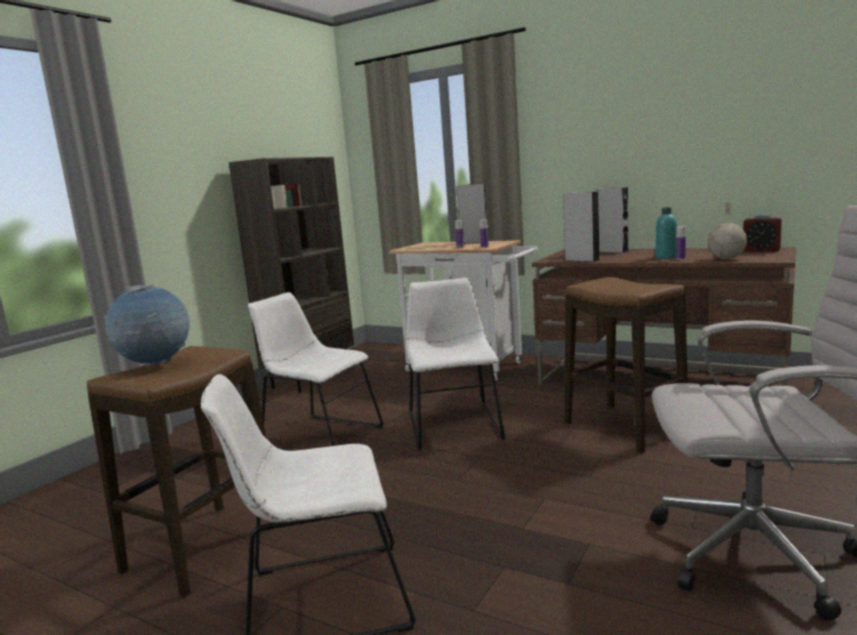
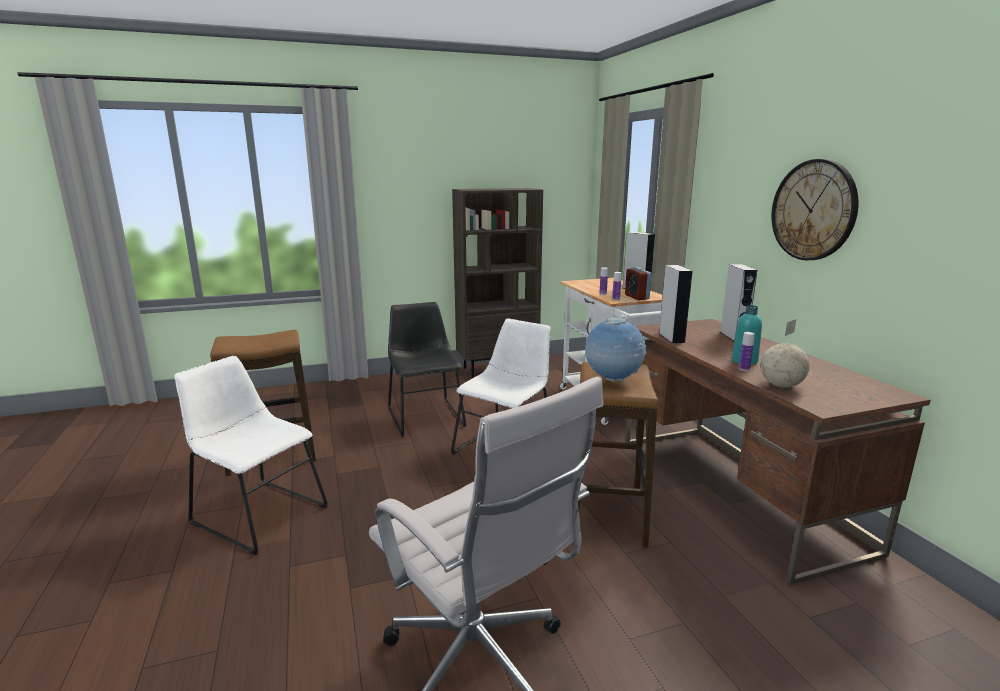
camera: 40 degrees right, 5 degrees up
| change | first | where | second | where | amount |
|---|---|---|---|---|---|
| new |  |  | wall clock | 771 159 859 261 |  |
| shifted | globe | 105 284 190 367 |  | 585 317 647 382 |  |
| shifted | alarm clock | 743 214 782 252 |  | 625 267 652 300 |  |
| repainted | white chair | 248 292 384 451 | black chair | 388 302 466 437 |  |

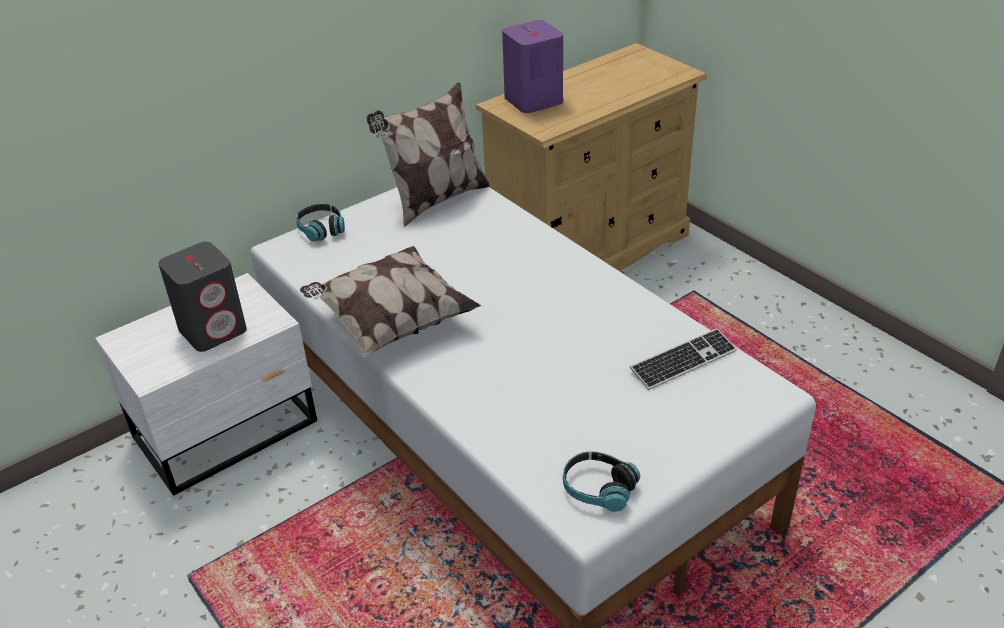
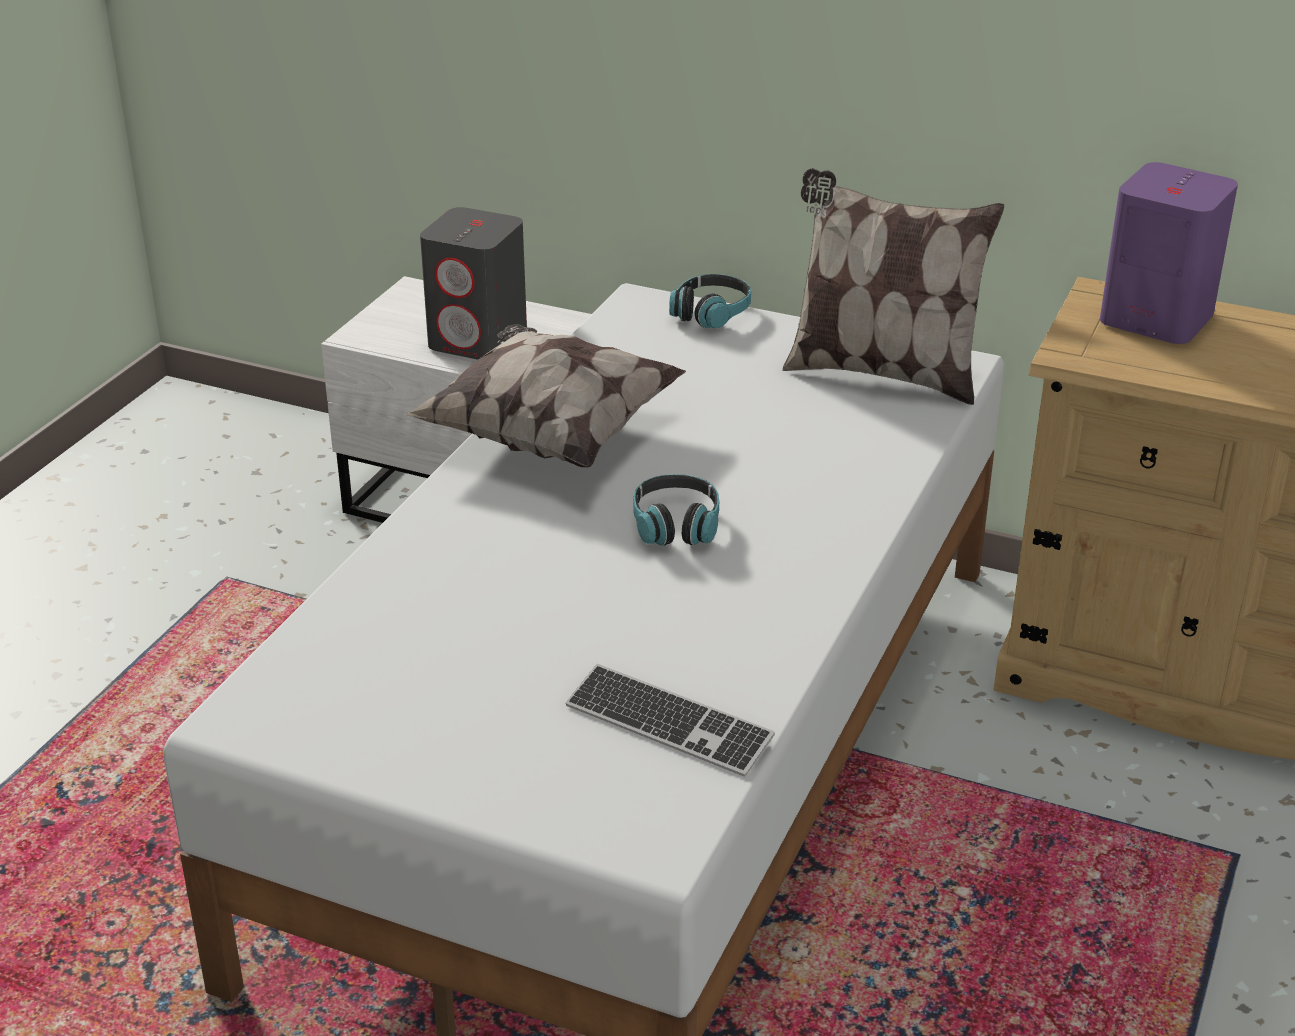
camera: 60 degrees right, 5 degrees down
| change | first | where | second | where | amount |
|---|---|---|---|---|---|
| shifted | headphones | 563 451 640 512 |  | 633 474 719 546 |  |

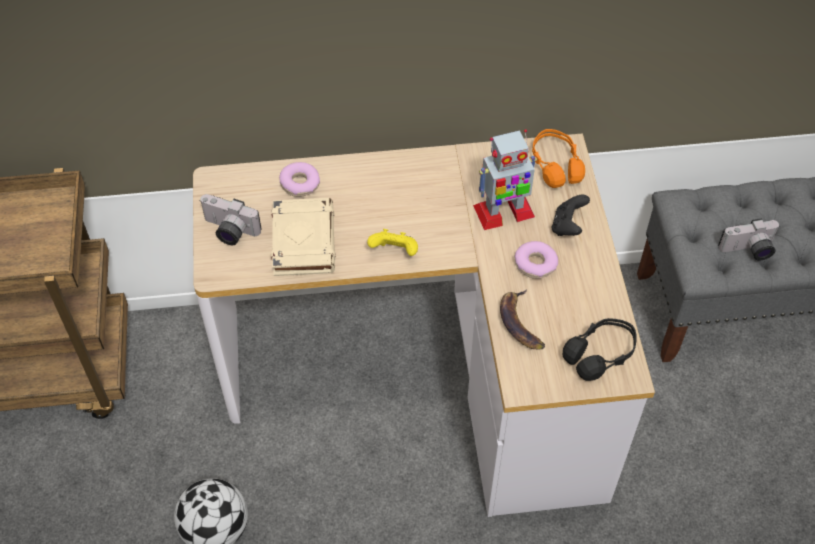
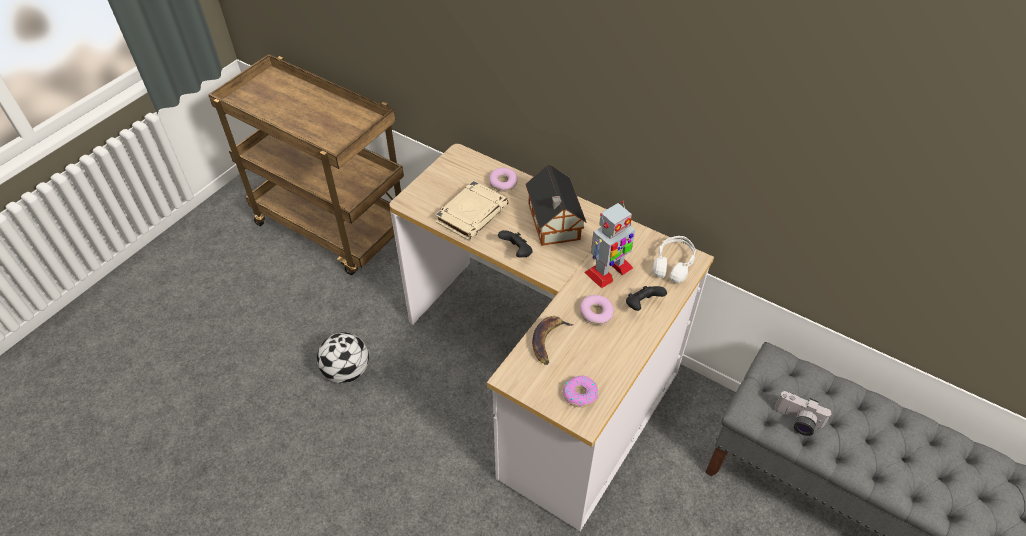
camera: 40 degrees right, 5 degrees down
| change | first | where | second | where | amount |
|---|---|---|---|---|---|
| gone | photo camera | 199 194 262 245 |  |  |  |
| new |  |  | toy house | 525 165 587 246 |  |
| swapped | black headphones | 563 318 637 381 | donut | 563 376 598 407 |  |
| repainted | yellow game controller | 367 229 418 256 | black game controller | 498 230 533 258 |  |
| repainted | orange headphones | 532 129 585 188 | white headphones | 653 236 696 283 |  |
| rotated | toy robot | 473 129 537 230 |  | 584 201 635 289 | 60 degrees counterclockwise |

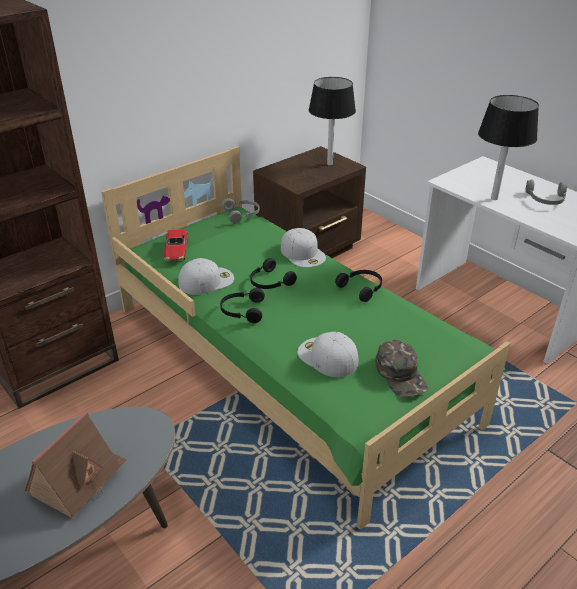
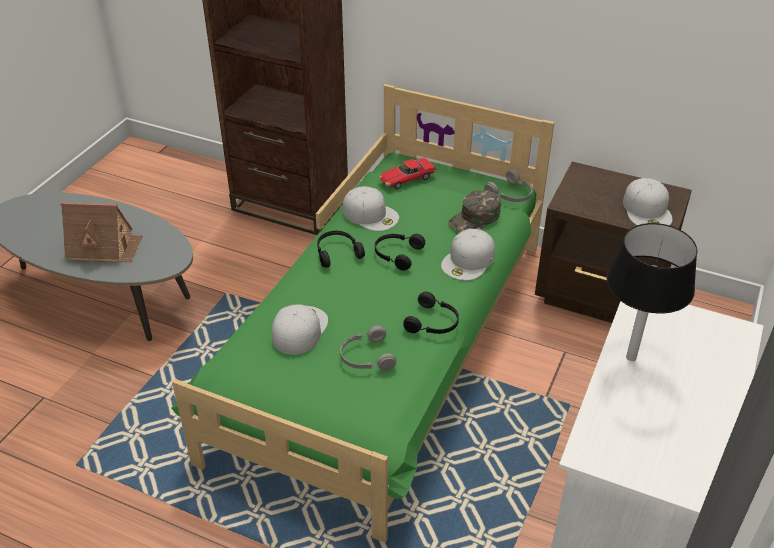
camera: 65 degrees right, 5 degrees up
| change | first | where | second | where | amount |
|---|---|---|---|---|---|
| shifted | green cap | 375 340 428 397 |  | 448 190 501 232 |  |
| shifted | grey headphones | 526 179 567 205 |  | 340 325 396 371 |  |
| swapped | black table lamp | 309 77 356 166 | white cap | 623 178 672 226 |  |

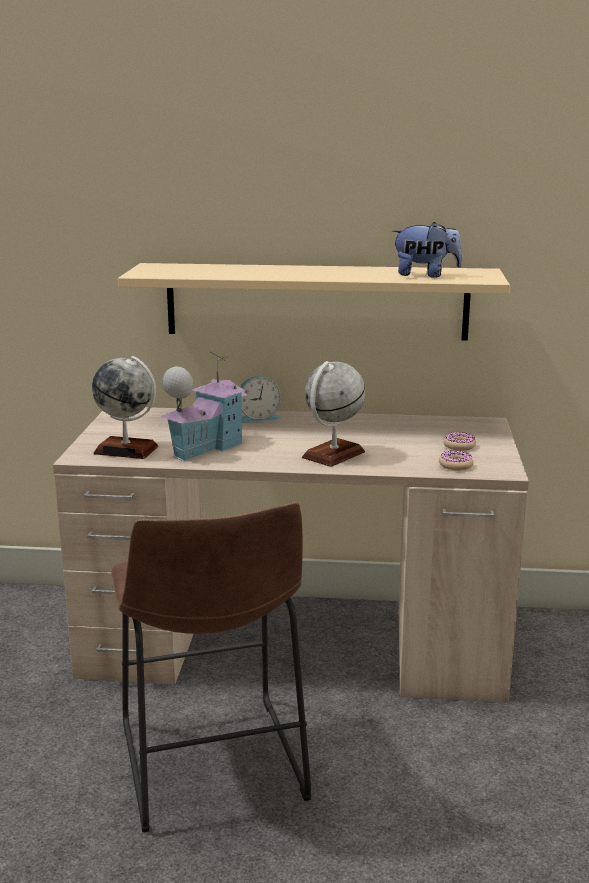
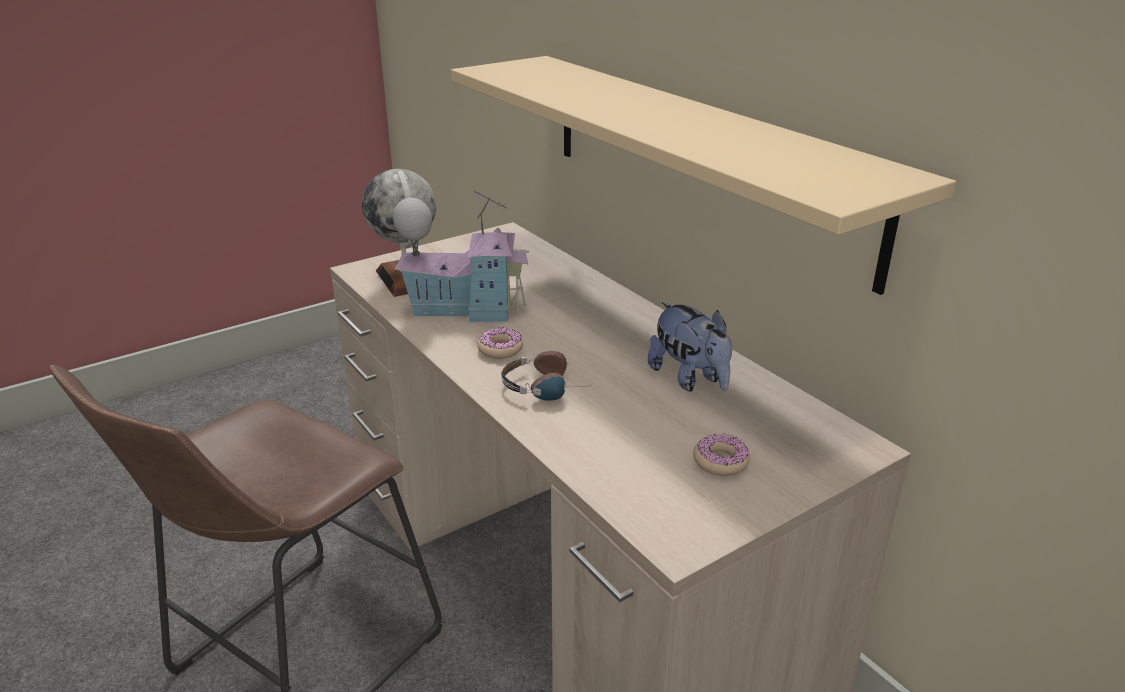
camera: 50 degrees right, 10 degrees up
| change | first | where | second | where | amount |
|---|---|---|---|---|---|
| gone | alarm clock | 240 376 281 423 |  |  |  |
| shifted | plush toy | 392 222 462 278 |  | 648 302 732 392 |  |
| shifted | donut | 439 450 473 470 |  | 477 328 523 359 |  |
| swapped | globe | 302 361 365 467 | headphones | 501 351 584 401 |  |

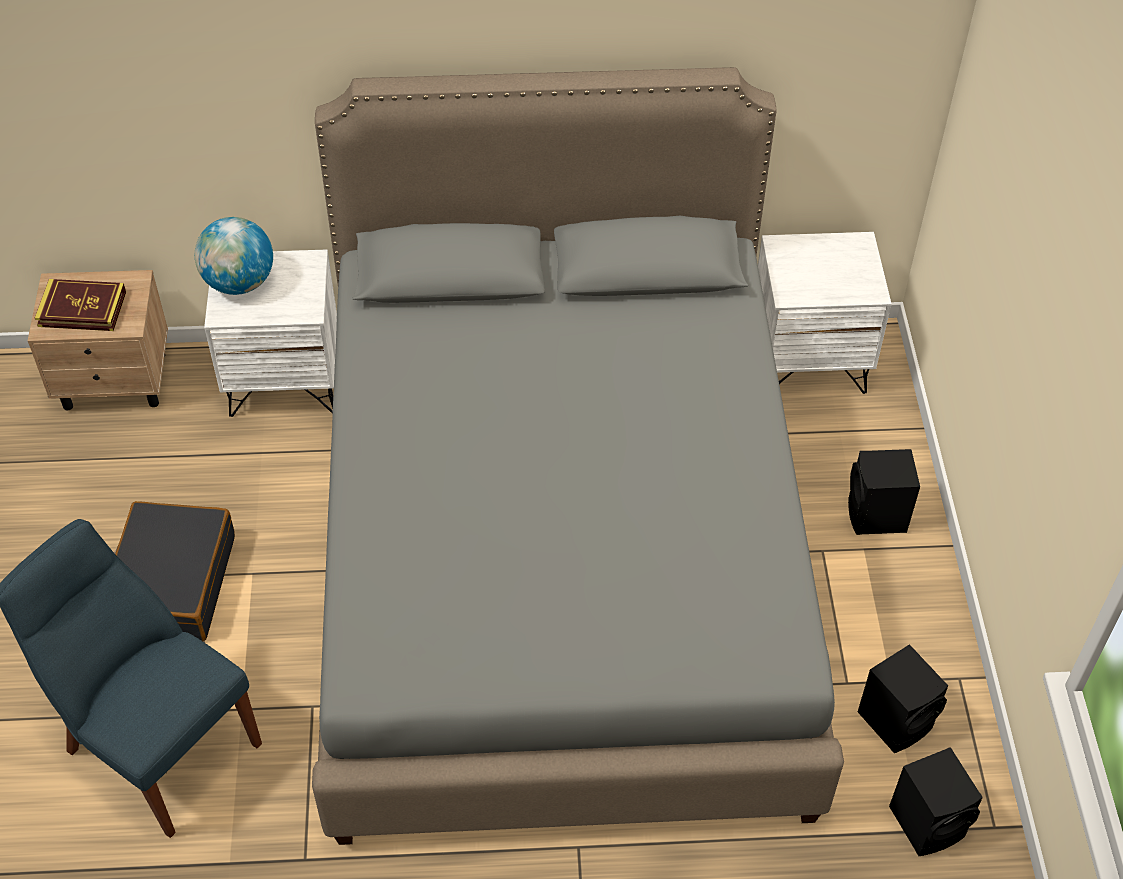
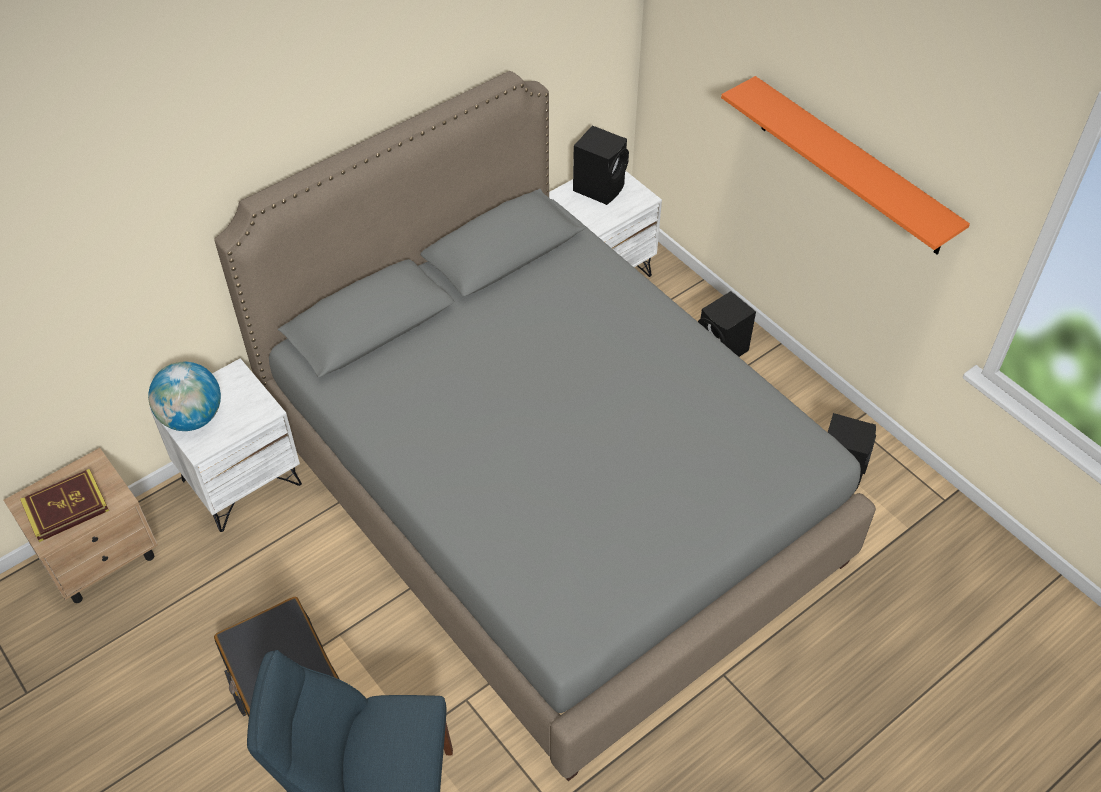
camera: 35 degrees left, 0 degrees up
| change | first | where | second | where | amount |
|---|---|---|---|---|---|
| new |  |  | orange shelf | 721 76 970 254 |  |
| shifted | black speaker | 889 747 983 856 |  | 573 125 629 205 |  |

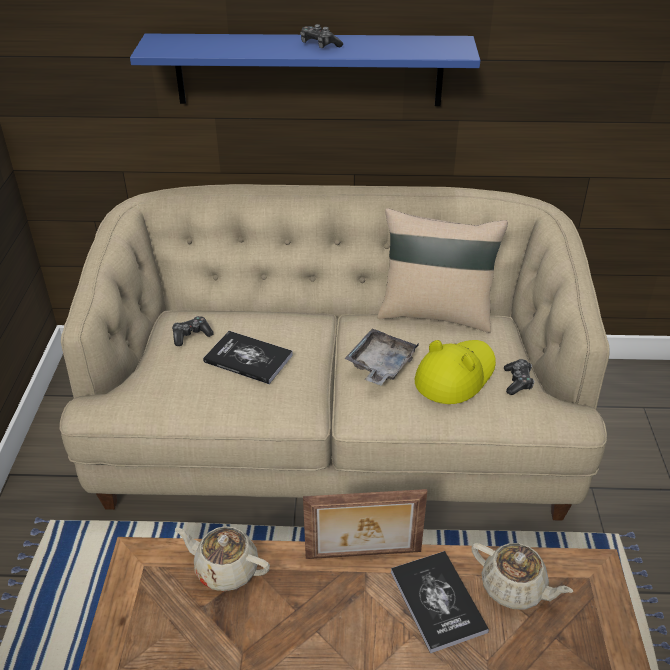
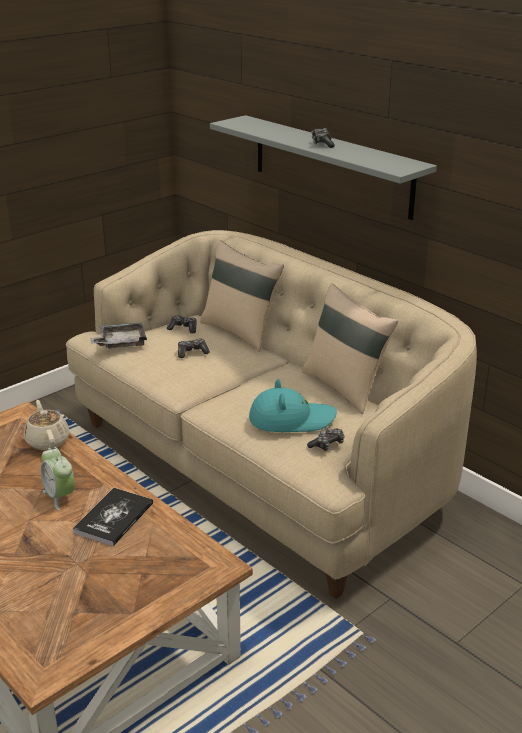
camera: 45 degrees right, 10 degrees down
| change | first | where | second | where | amount |
|---|---|---|---|---|---|
| gone | picture frame | 303 489 427 559 |  |  |  |
| gone | beige teapot | 471 543 573 609 |  |  |  |
| new |  |  | alarm clock | 41 447 75 510 |  |
| new |  |  | beige pillow | 200 240 284 351 |  |
| shifted | grey tray | 344 328 419 385 |  | 90 322 147 349 |  |
| swapped | book | 203 331 293 384 | game controller | 178 339 210 358 |  |
| repainted | blue shelf | 130 34 480 106 | grey shelf | 210 115 437 220 |  |
| repainted | yellow hat | 415 340 496 404 | turquoise hat | 249 379 337 432 |  |

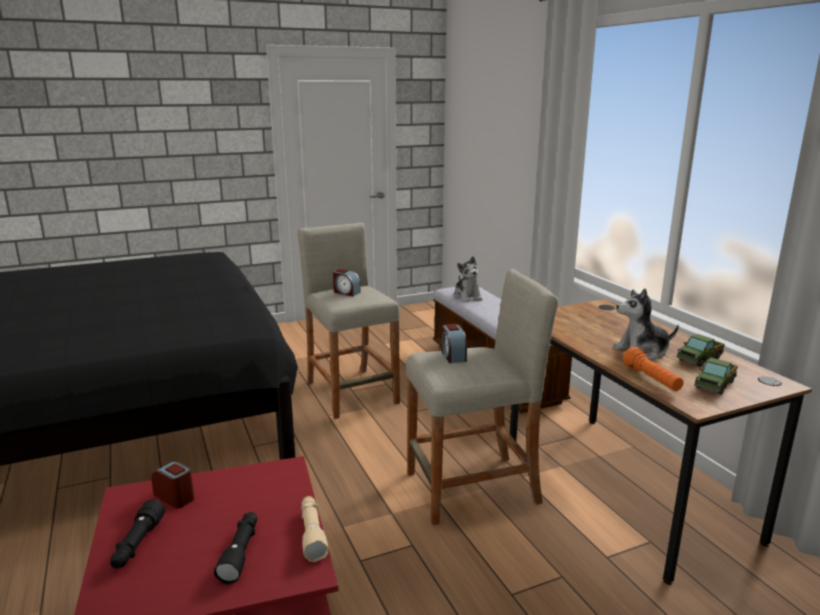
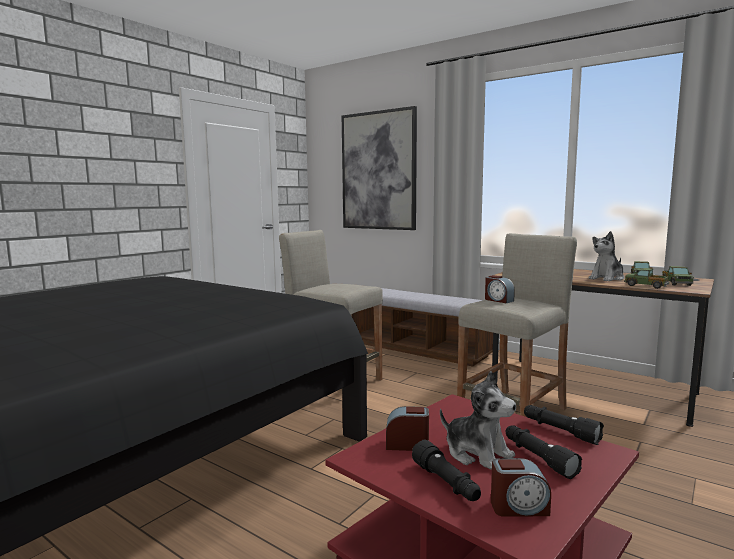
camera: 30 degrees left, 10 degrees down
| change | first | where | second | where | amount |
|---|---|---|---|---|---|
| new |  |  | picture | 342 106 417 230 |  |
| shifted | alarm clock | 333 269 361 296 |  | 491 458 551 517 |  |
| shifted | plush toy | 454 256 483 302 |  | 440 371 516 470 |  |
| swapped | orange flashlight | 623 347 684 391 | toy truck | 624 268 669 289 |  |
| repainted | beige flashlight | 301 496 329 562 | black flashlight | 524 405 604 445 |  |

